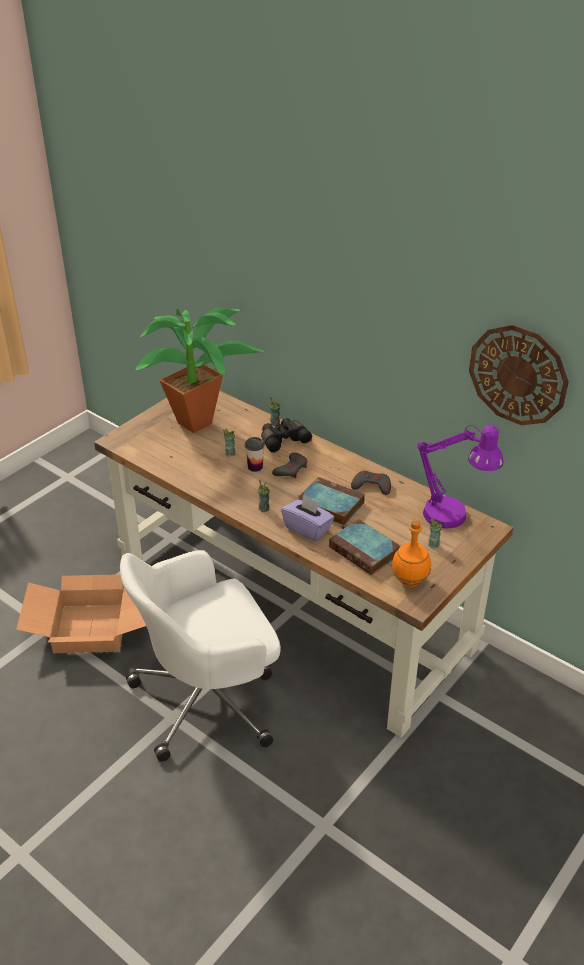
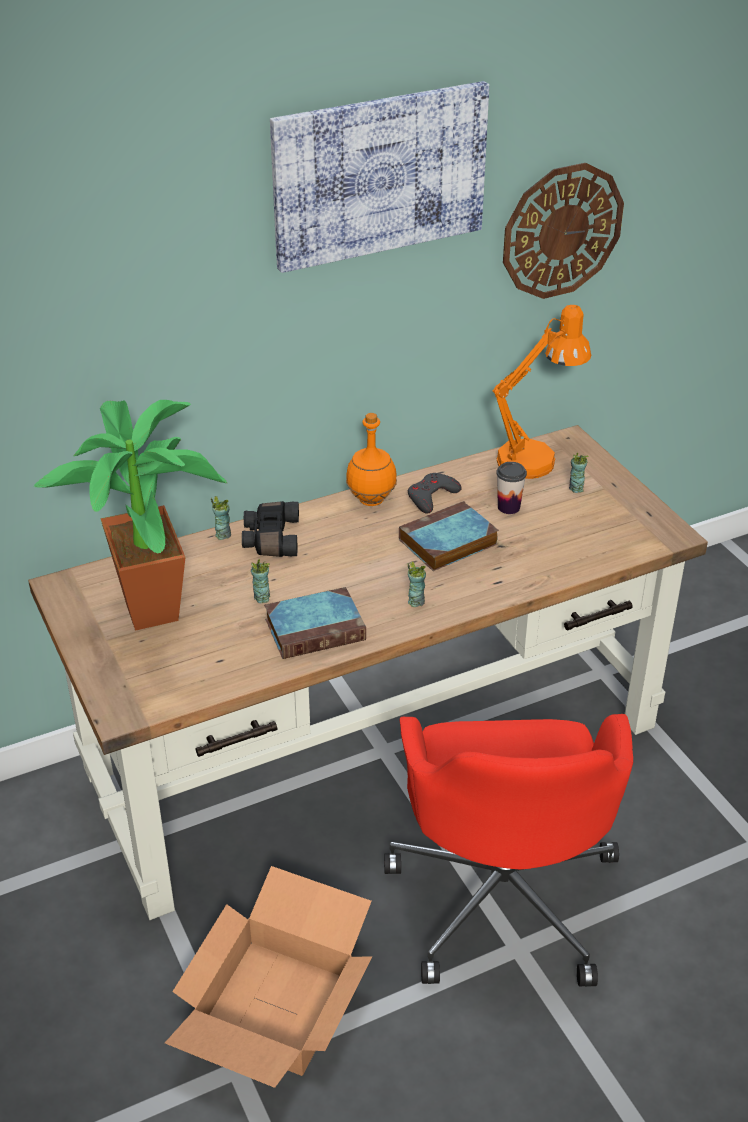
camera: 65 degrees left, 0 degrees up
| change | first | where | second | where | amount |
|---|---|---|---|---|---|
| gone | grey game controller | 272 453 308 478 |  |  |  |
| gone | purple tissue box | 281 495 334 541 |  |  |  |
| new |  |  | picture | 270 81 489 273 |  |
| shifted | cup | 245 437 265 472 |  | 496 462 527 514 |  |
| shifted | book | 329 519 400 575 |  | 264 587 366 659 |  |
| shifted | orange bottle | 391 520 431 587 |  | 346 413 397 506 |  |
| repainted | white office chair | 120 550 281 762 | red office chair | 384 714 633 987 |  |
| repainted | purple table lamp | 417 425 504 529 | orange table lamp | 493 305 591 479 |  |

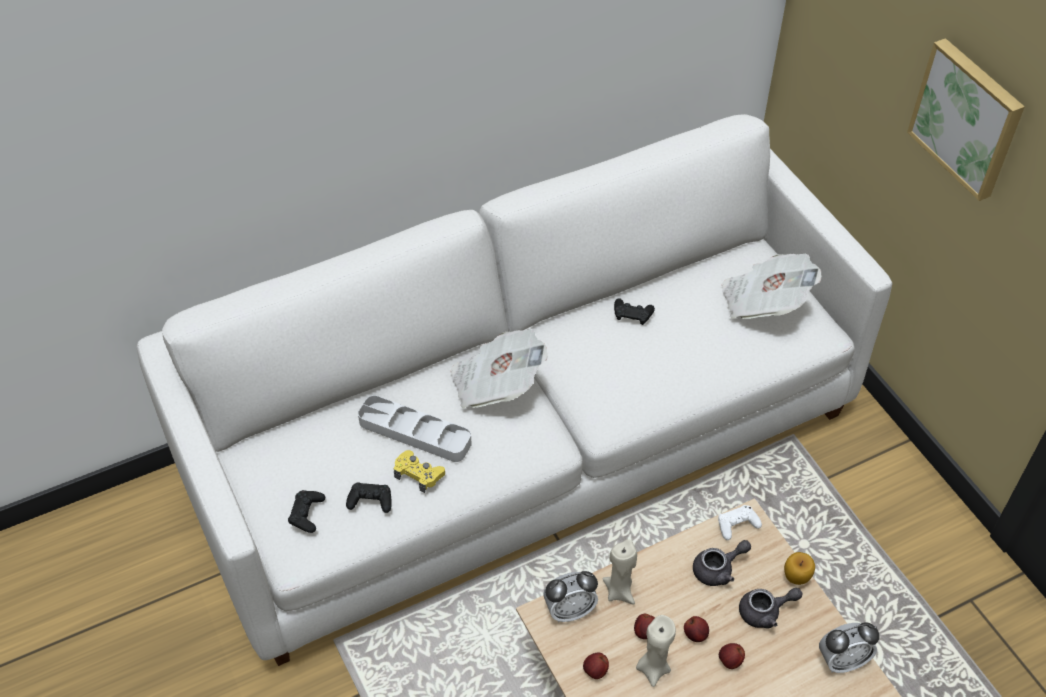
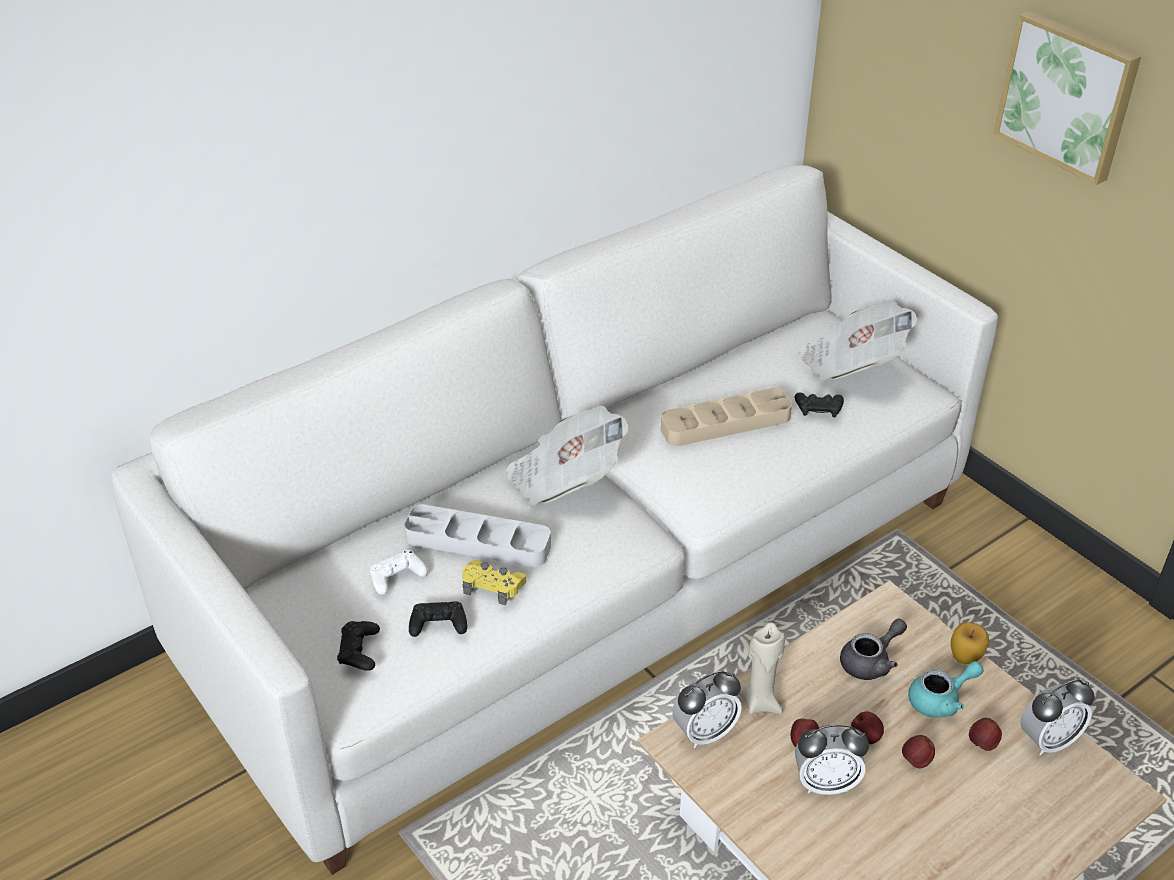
camera: 10 degrees left, 10 degrees down
| change | first | where | second | where | amount |
|---|---|---|---|---|---|
| new |  |  | beige tray | 661 388 792 446 |  |
| shifted | apple | 583 653 609 679 |  | 969 718 1002 751 |  |
| shifted | black game controller | 614 298 655 325 |  | 795 392 844 418 |  |
| shifted | white game controller | 718 505 762 540 |  | 370 550 428 595 |  |
| swapped | beige candle | 636 615 676 687 | alarm clock | 795 724 869 795 |  |
| repainted | grey teapot | 739 588 802 629 | turquoise teapot | 908 661 984 718 |  |

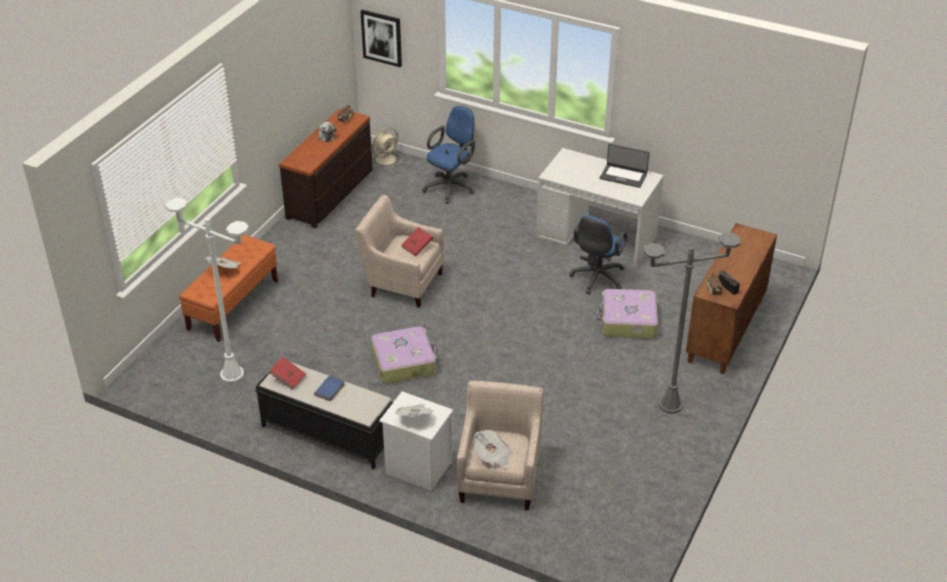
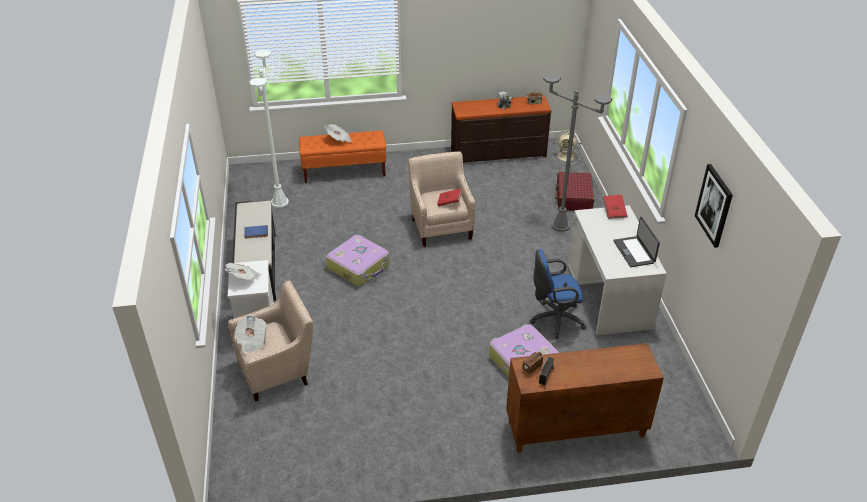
camera: 55 degrees right, 0 degrees up
| change | first | where | second | where | amount |
|---|---|---|---|---|---|
| shifted | red book | 269 357 306 390 |  | 603 195 627 219 |  |
| shifted | picture | 360 10 402 67 |  | 695 164 733 248 |  |
| shifted | grey floor lamp | 644 233 741 414 |  | 543 73 613 232 |  |
| swapped | blue office chair | 422 106 475 204 | red suitcase | 555 172 594 211 |  |

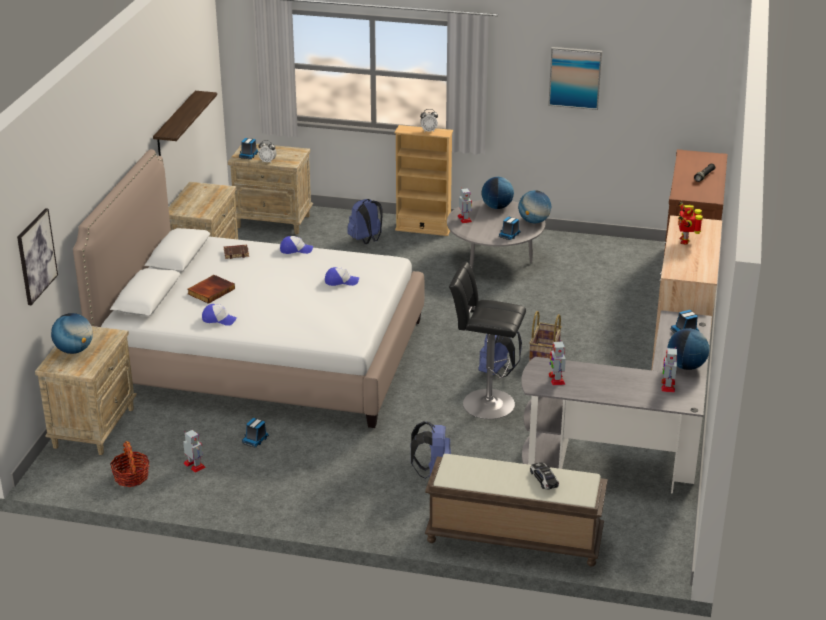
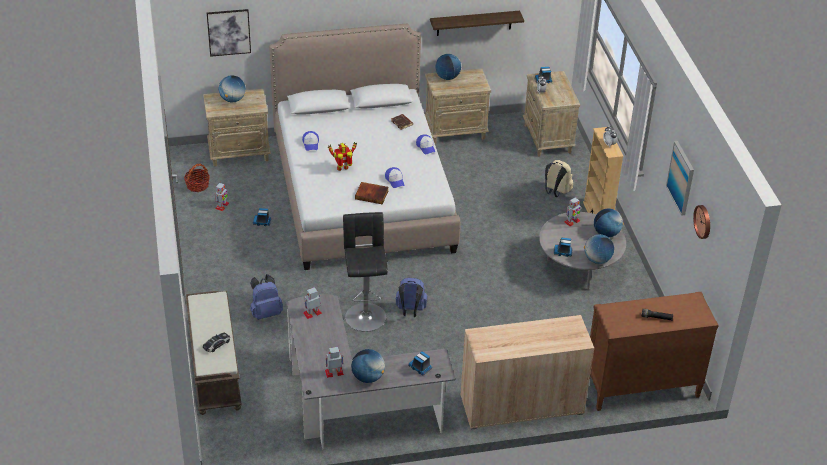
camera: 65 degrees right, 10 degrees up
| change | first | where | second | where | amount |
|---|---|---|---|---|---|
| gone | basket | 529 311 562 362 |  |  |  |
| new |  |  | globe | 435 54 461 80 |  |
| new |  |  | wall clock | 693 205 710 239 |  |
| shifted | book | 188 275 235 304 |  | 355 182 389 205 |  |
| shifted | toy robot | 678 201 703 245 |  | 328 142 357 171 |  |
| repainted | blue backpack | 347 199 383 244 | beige backpack | 545 160 573 197 |  |

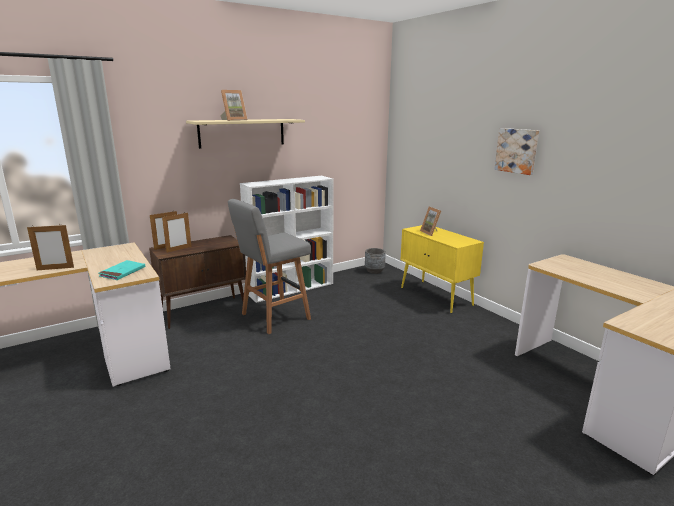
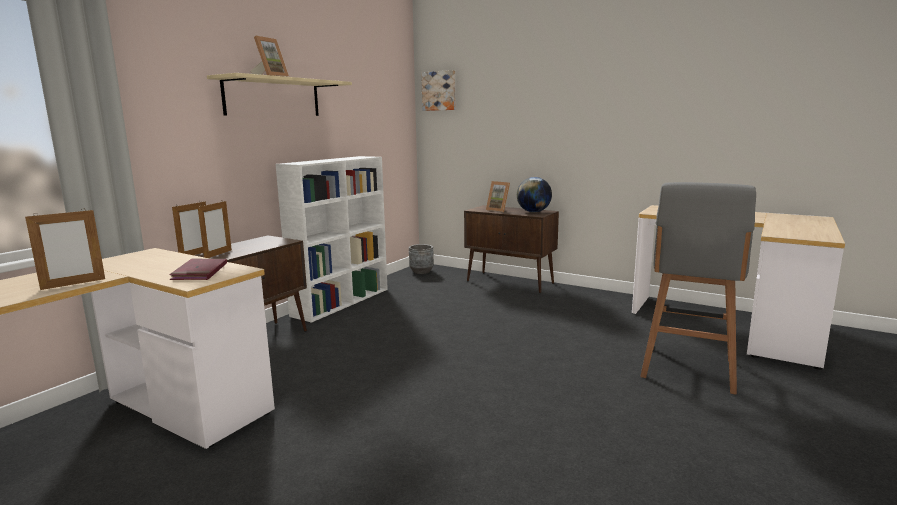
camera: 25 degrees left, 5 degrees down
| change | first | where | second | where | amount |
|---|---|---|---|---|---|
| new |  |  | globe | 517 177 552 212 |  |
| shifted | grey stool | 228 199 311 334 |  | 640 182 756 395 |  |
| shifted | picture | 494 128 539 175 |  | 421 70 456 111 |  |
| repainted | turquoise book | 99 260 145 280 | red book | 169 259 227 280 |  |
| repainted | yellow cabinet | 400 225 484 313 | brown cabinet | 464 205 559 293 |  |

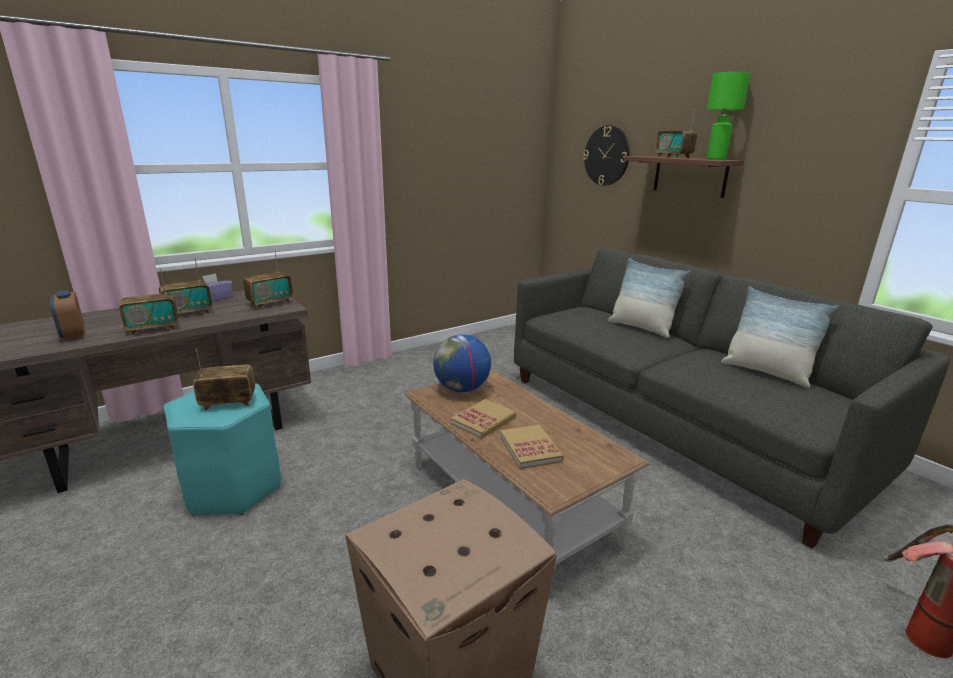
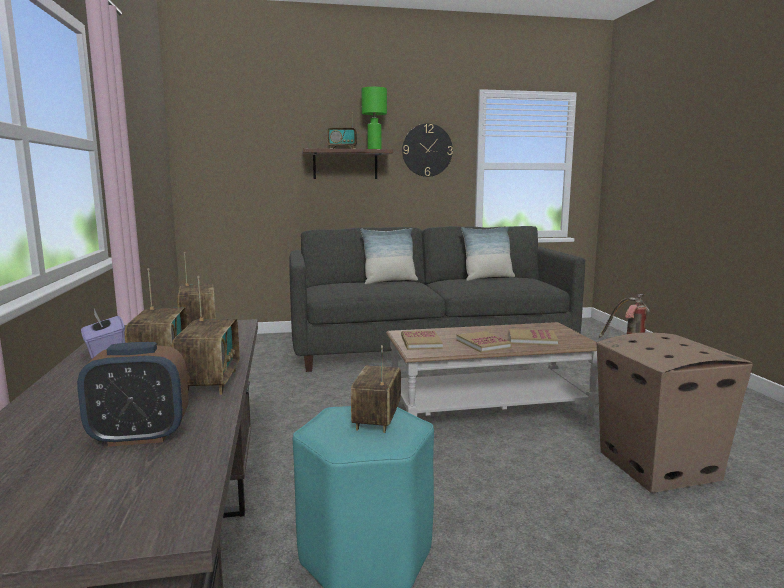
camera: 65 degrees left, 10 degrees down
| change | first | where | second | where | amount |
|---|---|---|---|---|---|
| shifted | wall clock | 583 125 630 186 |  | 402 123 453 177 |  |
| swapped | globe | 433 334 491 392 | book | 401 330 443 350 |  |

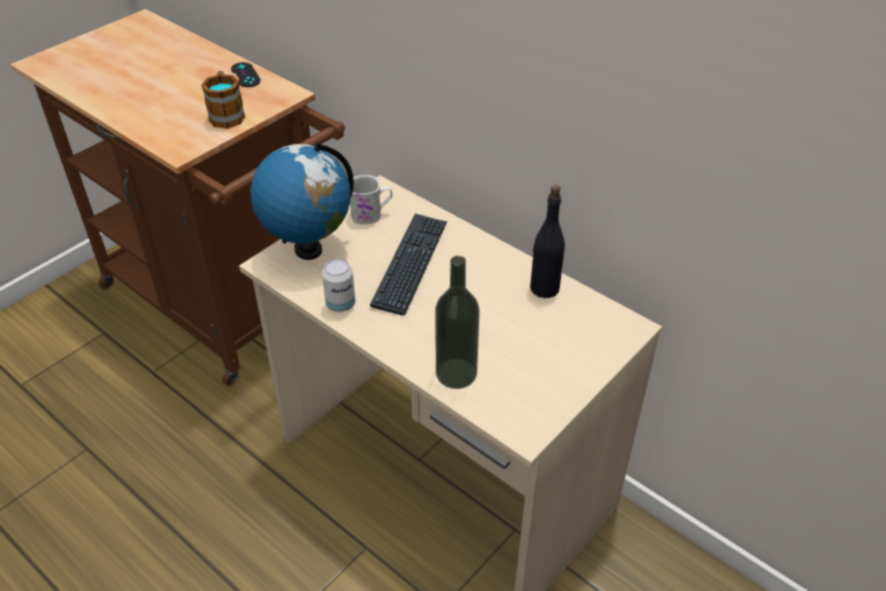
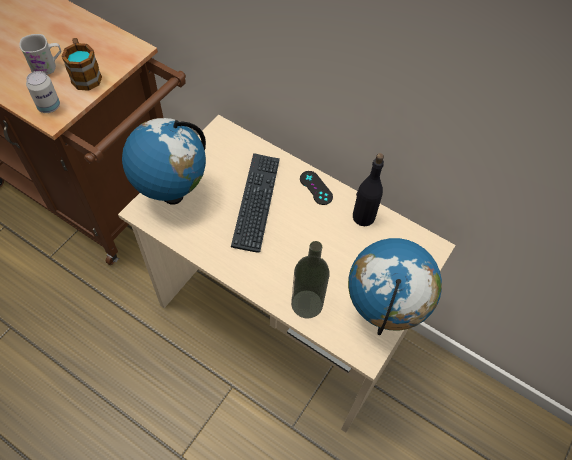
camera: 10 degrees left, 15 degrees up
| change | first | where | second | where | amount |
|---|---|---|---|---|---|
| new |  |  | globe | 348 238 442 335 |  |
| shifted | black game controller | 231 62 261 87 |  | 300 171 333 205 |  |
| shifted | can | 322 258 355 312 |  | 26 71 60 113 |  |
| shifted | white mug | 350 175 392 224 |  | 19 34 61 75 |  |

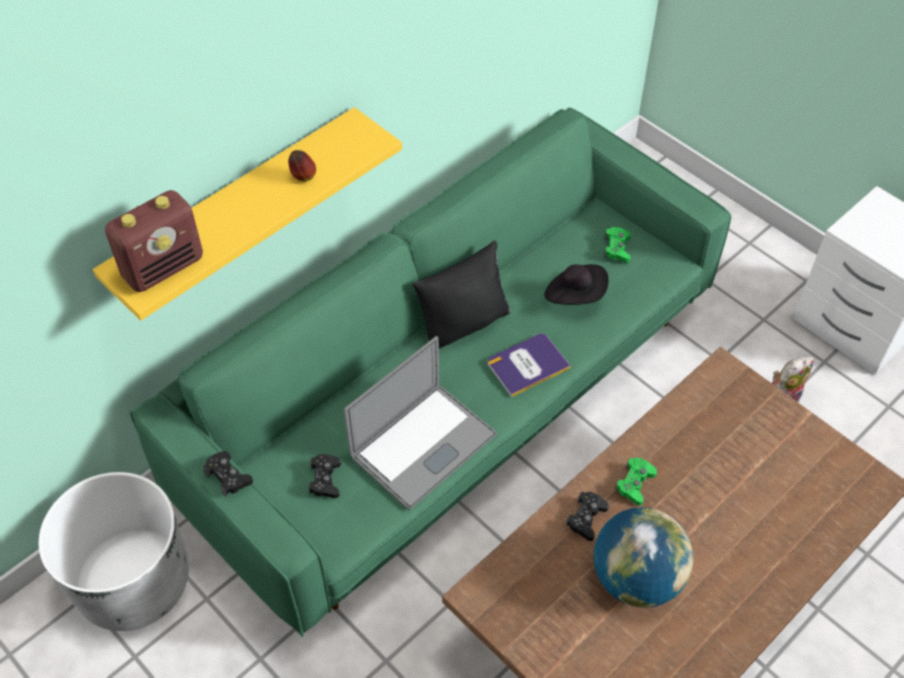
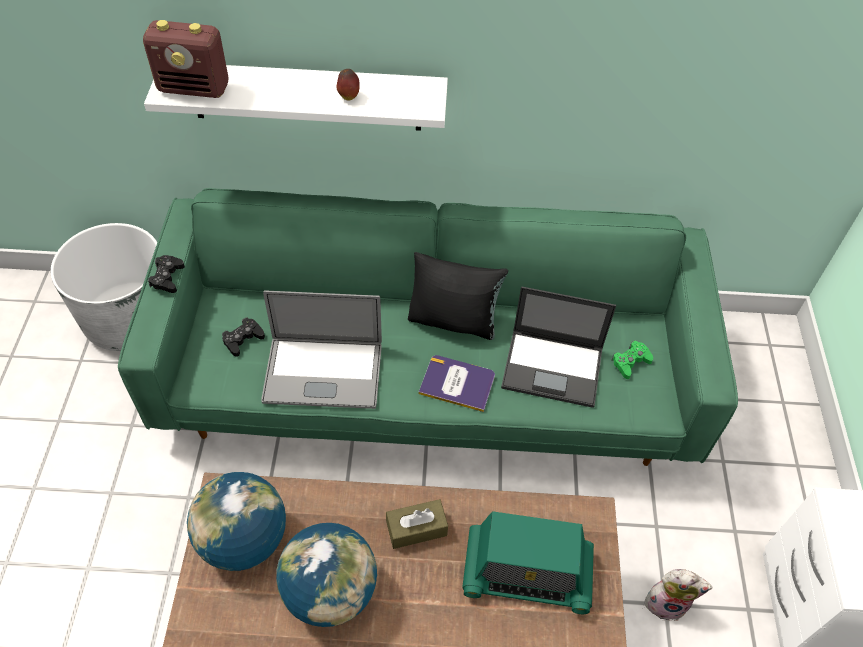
camera: 45 degrees right, 0 degrees up
| change | first | where | second | where | amount |
|---|---|---|---|---|---|
| gone | black game controller | 566 492 609 541 |  |  |  |
| new |  |  | globe | 187 472 286 571 |  |
| new |  |  | radio | 462 511 594 614 |  |
| swapped | black hat | 545 264 608 305 | laptop | 501 287 616 408 |  |
| swapped | green game controller | 615 458 657 506 | brown tissue box | 386 499 448 549 |  |
| repainted | yellow shelf | 93 107 402 321 | white shelf | 144 65 448 131 |  |

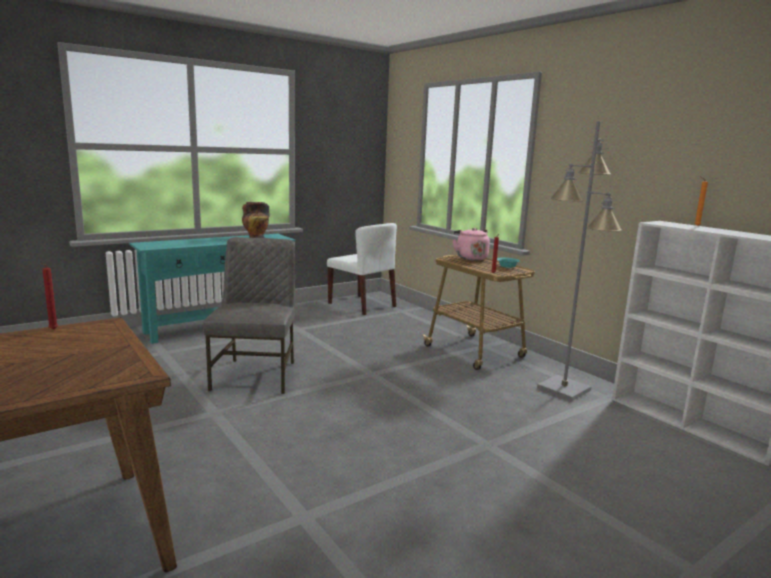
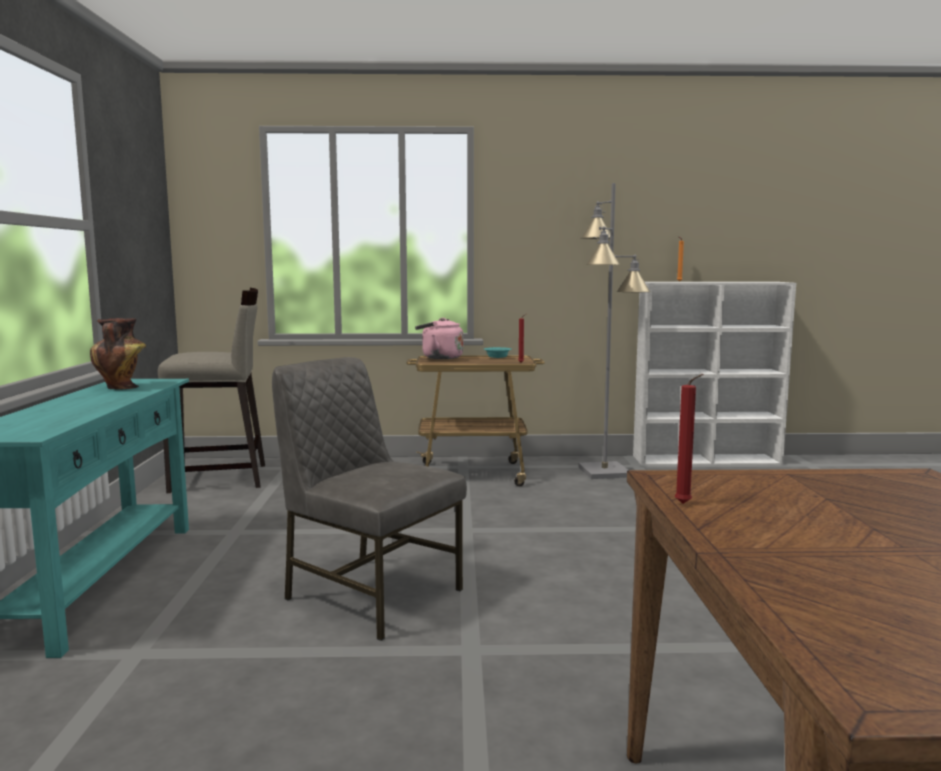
camera: 55 degrees left, 5 degrees down
| change | first | where | second | where | amount |
|---|---|---|---|---|---|
| swapped | white chair | 327 223 397 315 | beige stool | 158 288 265 493 |  |

